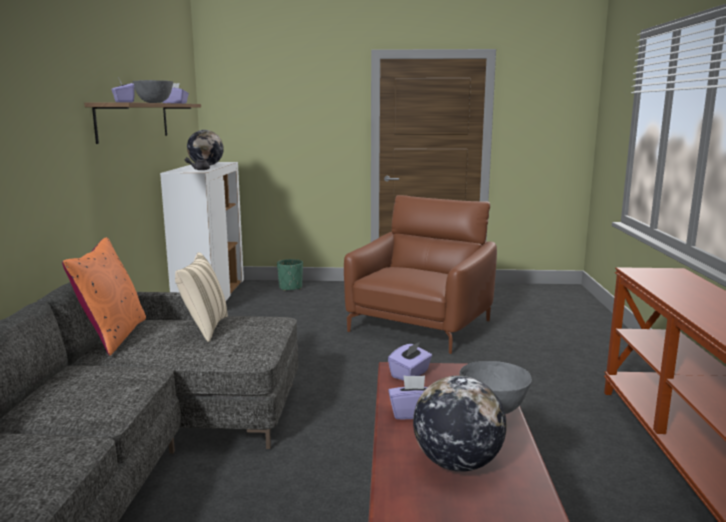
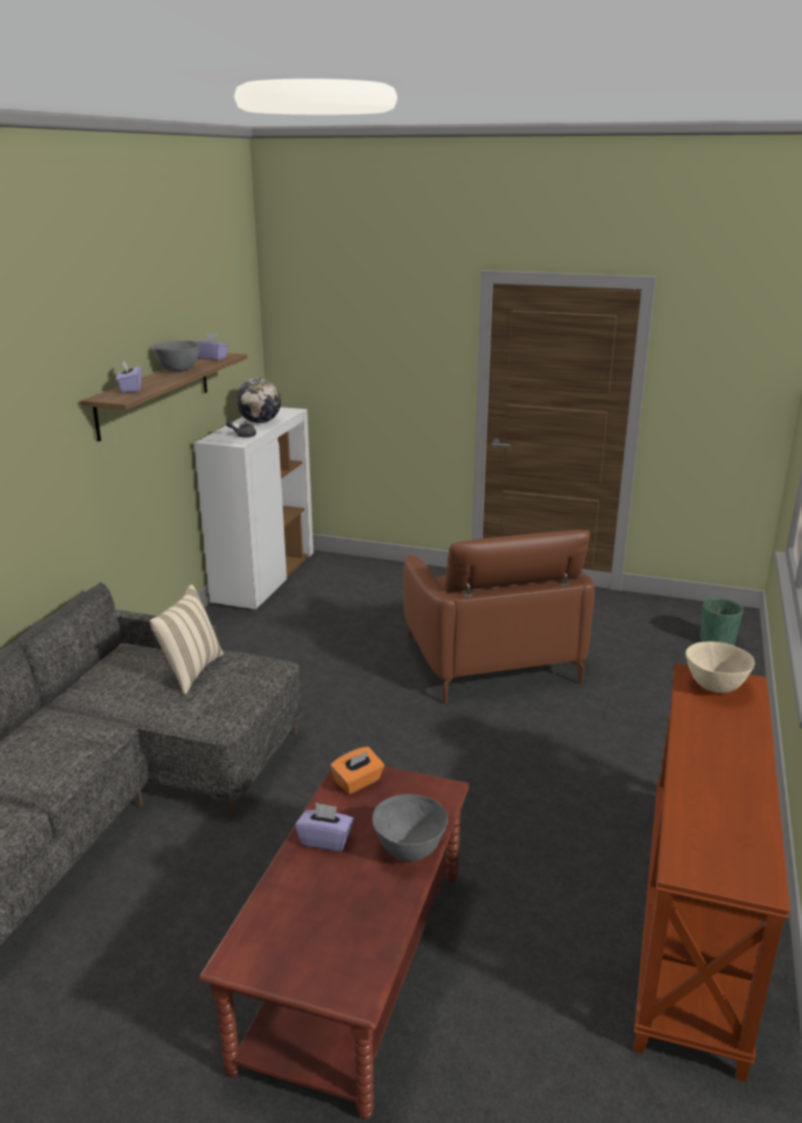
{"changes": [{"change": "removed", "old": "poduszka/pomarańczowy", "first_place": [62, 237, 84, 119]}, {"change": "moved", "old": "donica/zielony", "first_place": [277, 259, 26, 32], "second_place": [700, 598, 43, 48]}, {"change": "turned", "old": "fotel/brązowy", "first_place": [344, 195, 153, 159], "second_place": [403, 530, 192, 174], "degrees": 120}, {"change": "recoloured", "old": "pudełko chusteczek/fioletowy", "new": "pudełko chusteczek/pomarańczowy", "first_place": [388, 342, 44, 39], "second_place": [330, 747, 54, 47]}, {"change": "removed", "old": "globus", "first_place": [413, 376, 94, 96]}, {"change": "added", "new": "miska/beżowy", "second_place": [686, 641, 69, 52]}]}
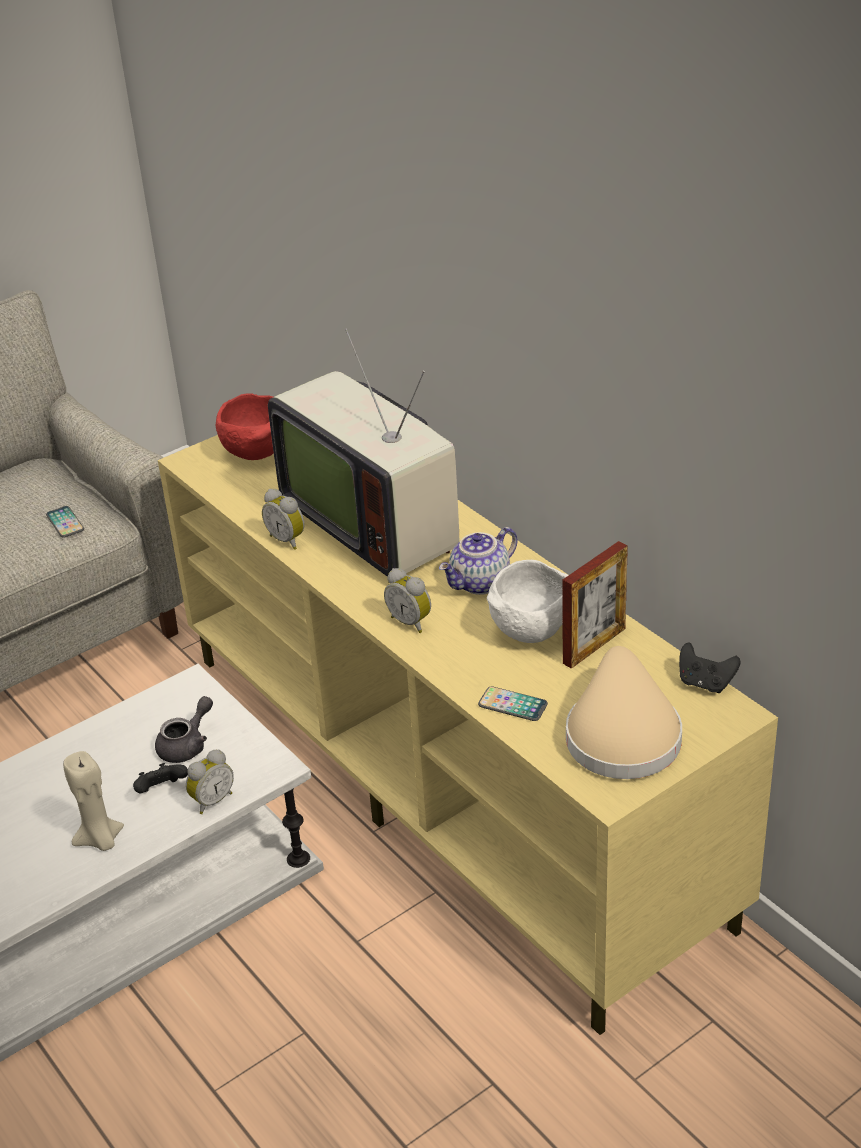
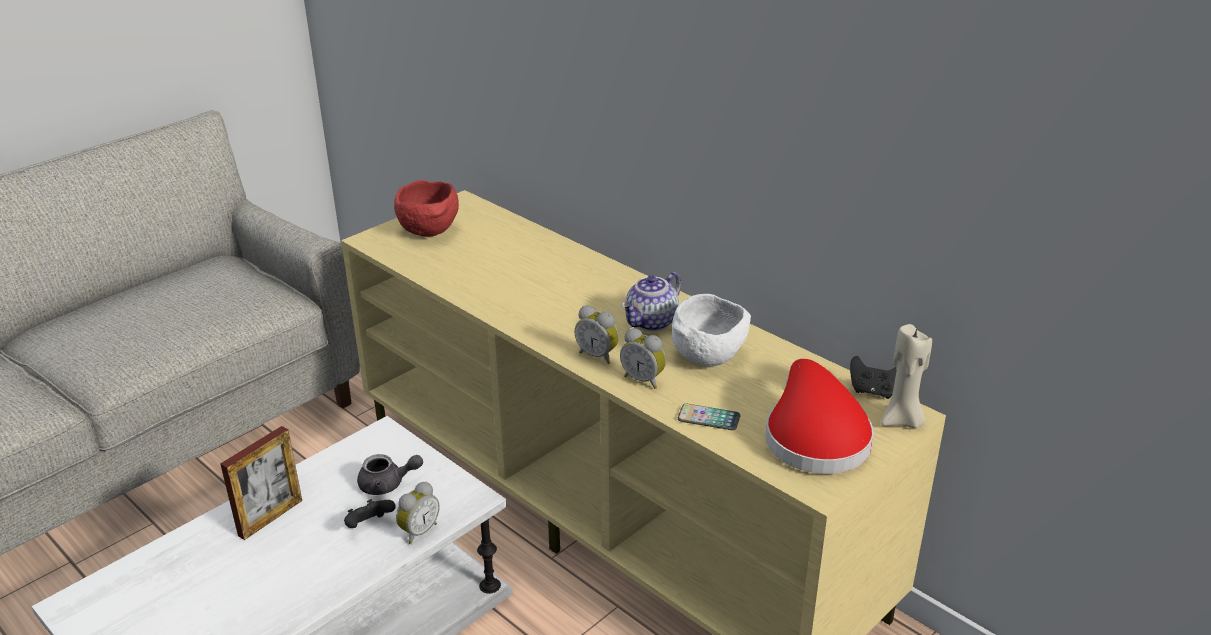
{"changes": [{"change": "removed", "old": "telefon", "first_place": [46, 506, 38, 32]}, {"change": "moved", "old": "świeca/beżowy", "first_place": [63, 751, 61, 100], "second_place": [881, 324, 51, 104]}, {"change": "turned", "old": "imbryk/szary", "first_place": [155, 696, 58, 67], "second_place": [357, 454, 66, 41], "degrees": 60}, {"change": "moved", "old": "budzik", "first_place": [262, 489, 43, 61], "second_place": [620, 328, 46, 61]}, {"change": "removed", "old": "telewizor", "first_place": [268, 328, 191, 249]}, {"change": "moved", "old": "ramka na zdjęcie", "first_place": [562, 541, 66, 128], "second_place": [220, 426, 82, 114]}, {"change": "recoloured", "old": "kapelusz/beżowy", "new": "kapelusz/czerwony", "first_place": [566, 646, 116, 133], "second_place": [765, 359, 109, 115]}]}
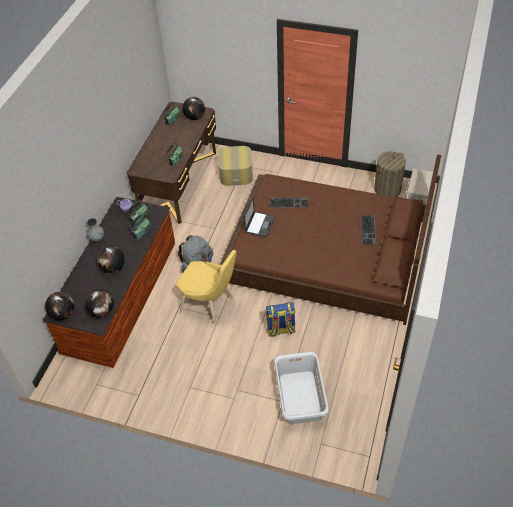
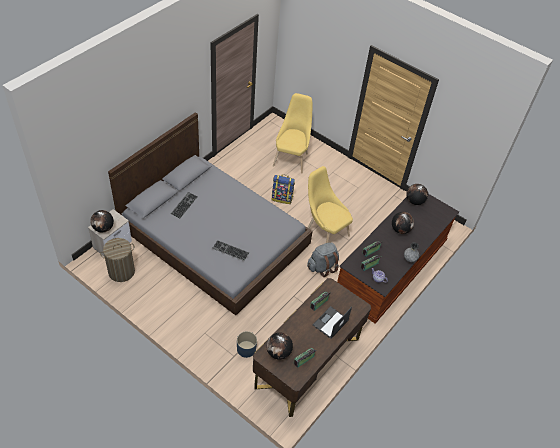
{"changes": [{"change": "moved", "old": "globus", "first_place": [45, 292, 29, 28], "second_place": [90, 210, 24, 23]}, {"change": "replaced", "old": "pufa", "new": "donica/niebieski", "first_place": [218, 146, 35, 40], "second_place": [237, 331, 20, 27]}, {"change": "recoloured", "old": "łóżko/brązowy", "new": "łóżko/szary", "first_place": [220, 154, 221, 171], "second_place": [108, 112, 205, 203]}, {"change": "moved", "old": "laptop", "first_place": [244, 196, 31, 41], "second_place": [313, 306, 39, 33]}, {"change": "replaced", "old": "kosz na pranie/szary", "new": "krzesło/żółty", "first_place": [274, 352, 55, 72], "second_place": [273, 93, 40, 80]}]}
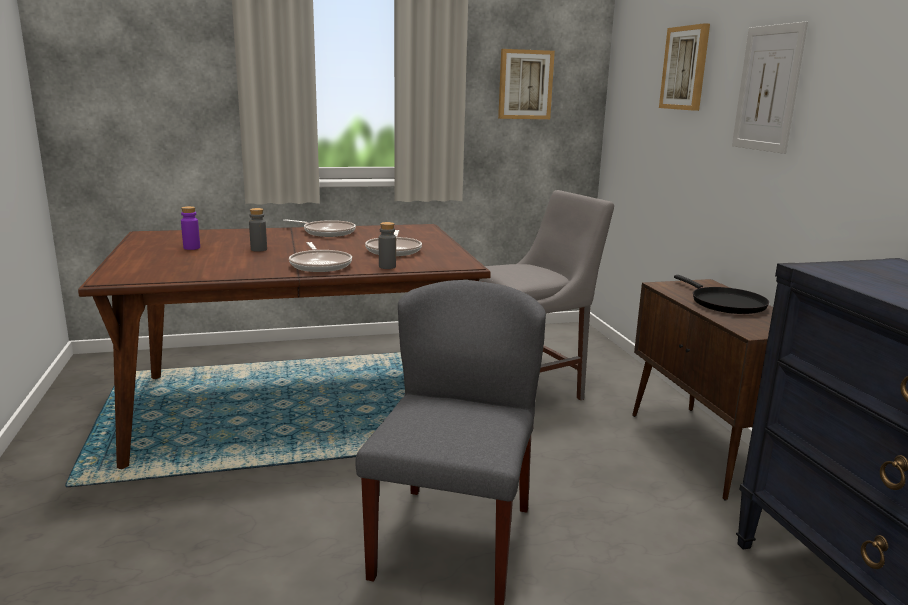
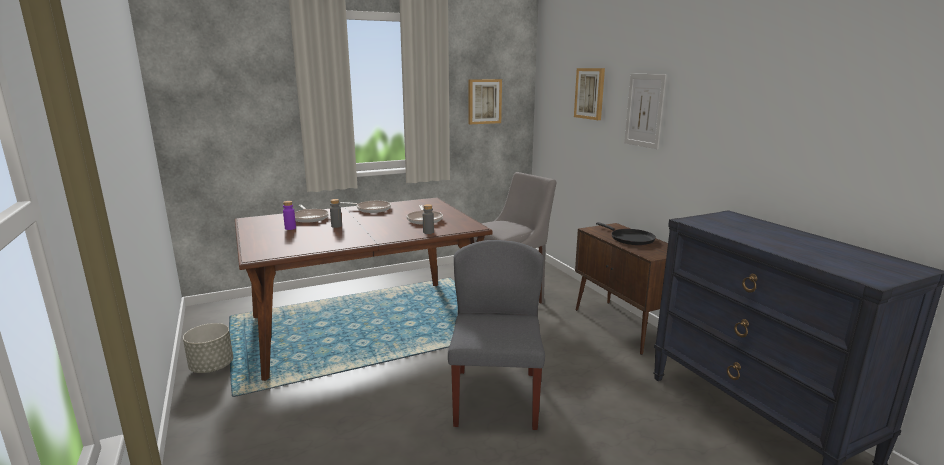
{"changes": [{"change": "moved", "old": "patelnia", "first_place": [289, 242, 63, 30], "second_place": [295, 205, 34, 18]}, {"change": "added", "new": "donica/szary", "second_place": [183, 323, 50, 50]}]}
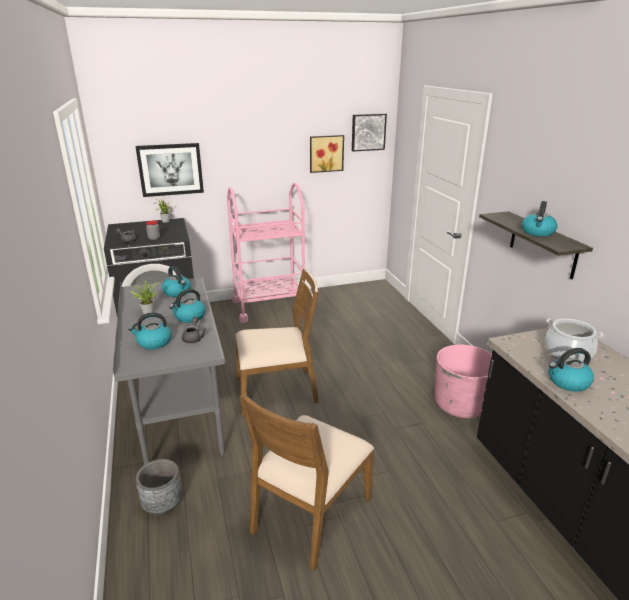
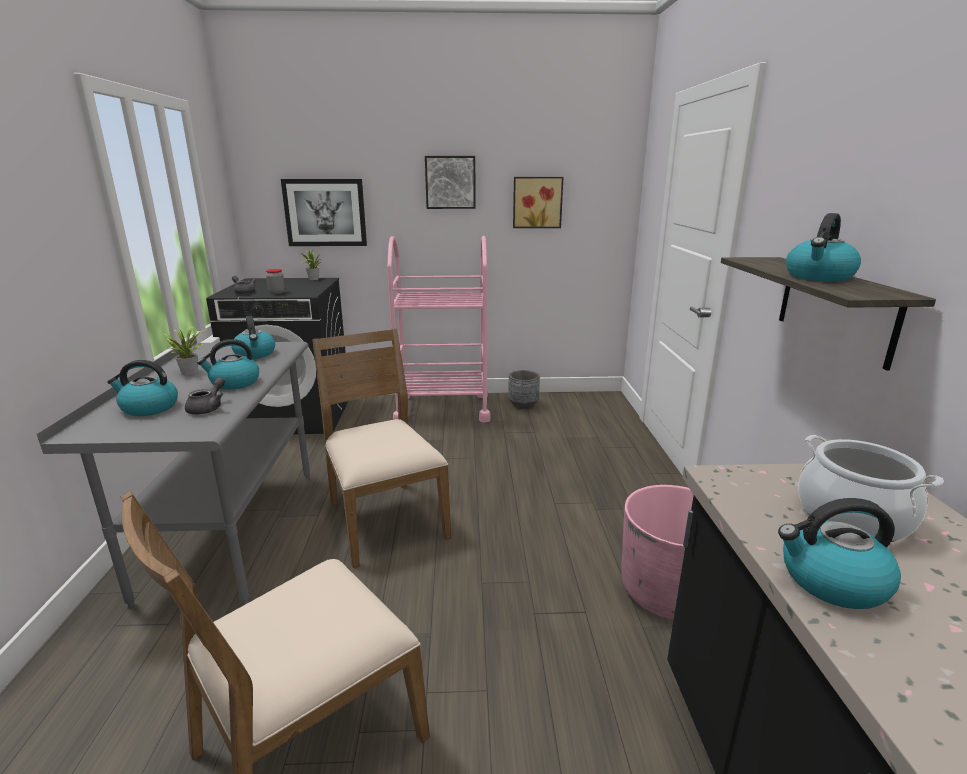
{"changes": [{"change": "moved", "old": "donica/szary", "first_place": [136, 459, 46, 57], "second_place": [508, 370, 32, 39]}, {"change": "turned", "old": "krzesło/brązowy", "first_place": [235, 268, 84, 148], "second_place": [312, 328, 139, 240], "degrees": -120}, {"change": "moved", "old": "obraz", "first_place": [352, 113, 35, 39], "second_place": [425, 156, 51, 53]}]}
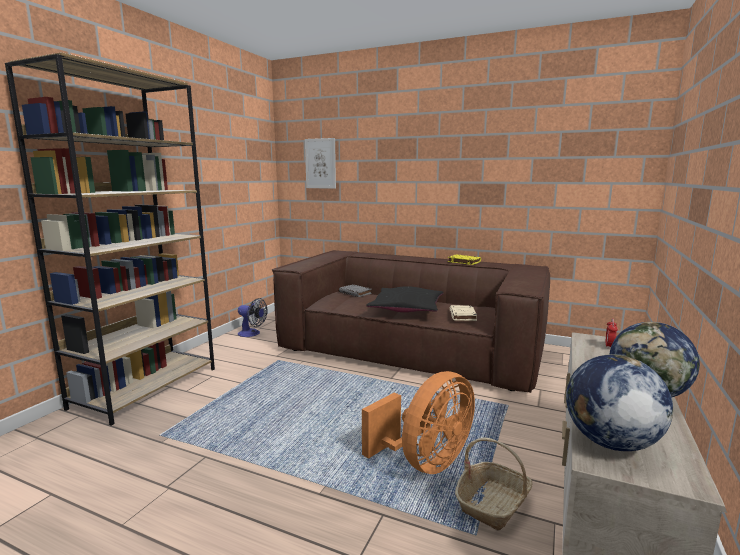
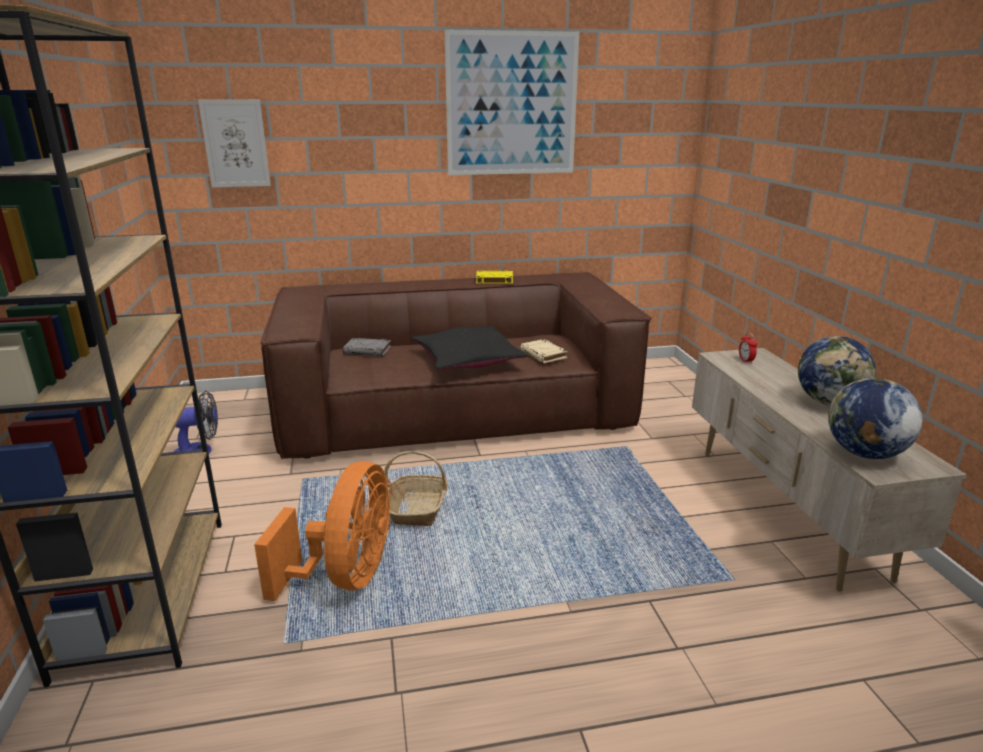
{"changes": [{"change": "moved", "old": "wentylator/pomarańczowy", "first_place": [362, 371, 113, 103], "second_place": [254, 461, 137, 140]}, {"change": "moved", "old": "koszyk", "first_place": [455, 437, 77, 94], "second_place": [384, 451, 64, 75]}, {"change": "added", "new": "obraz", "second_place": [445, 30, 134, 145]}]}
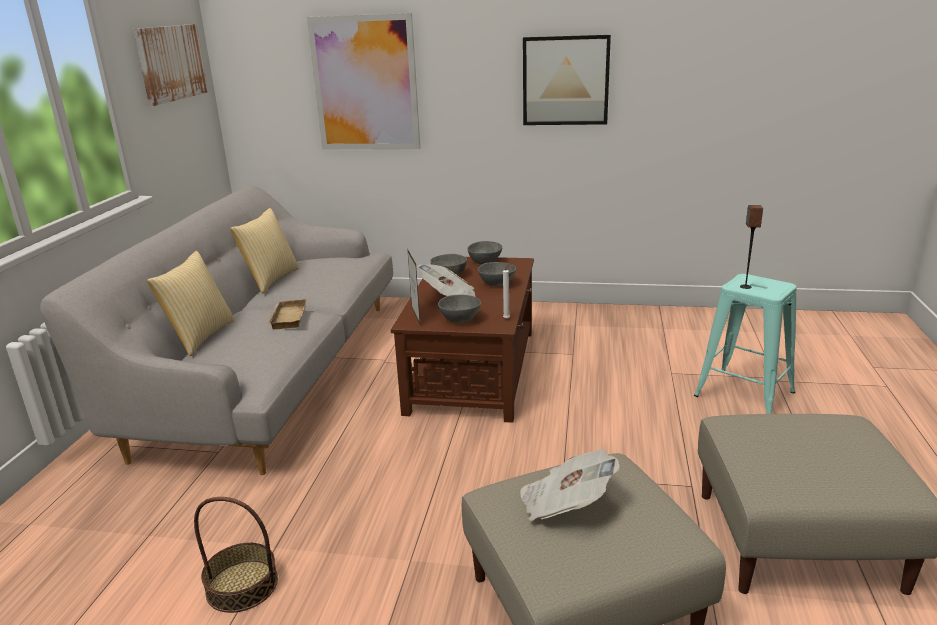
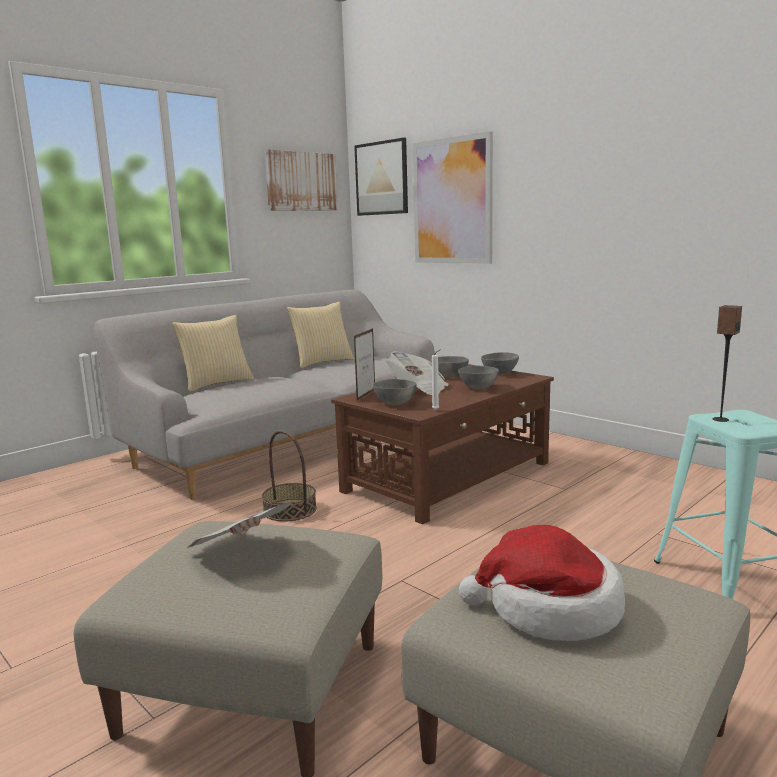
{"changes": [{"change": "moved", "old": "koszyk", "first_place": [194, 497, 84, 116], "second_place": [262, 430, 55, 92]}, {"change": "removed", "old": "taca/beżowy", "first_place": [268, 299, 39, 30]}, {"change": "moved", "old": "obraz", "first_place": [523, 35, 88, 90], "second_place": [354, 137, 54, 79]}, {"change": "added", "new": "kapelusz", "second_place": [459, 525, 166, 116]}]}
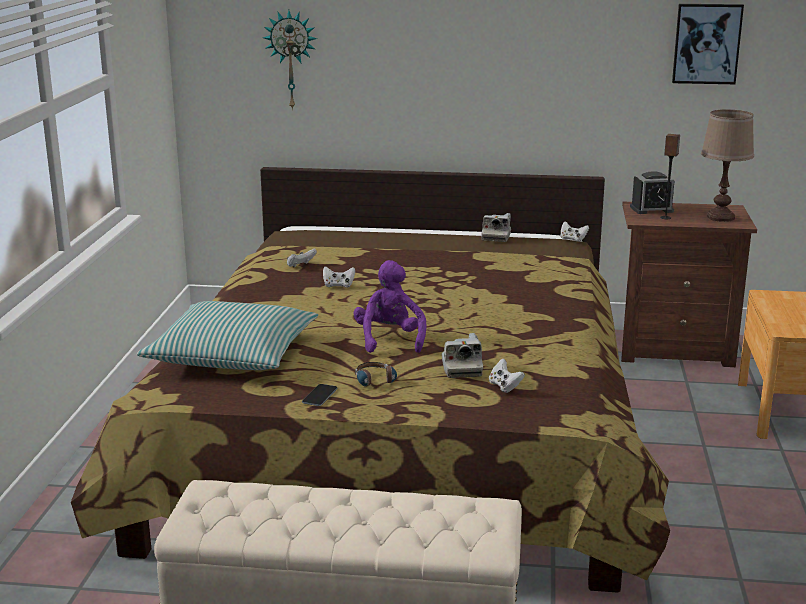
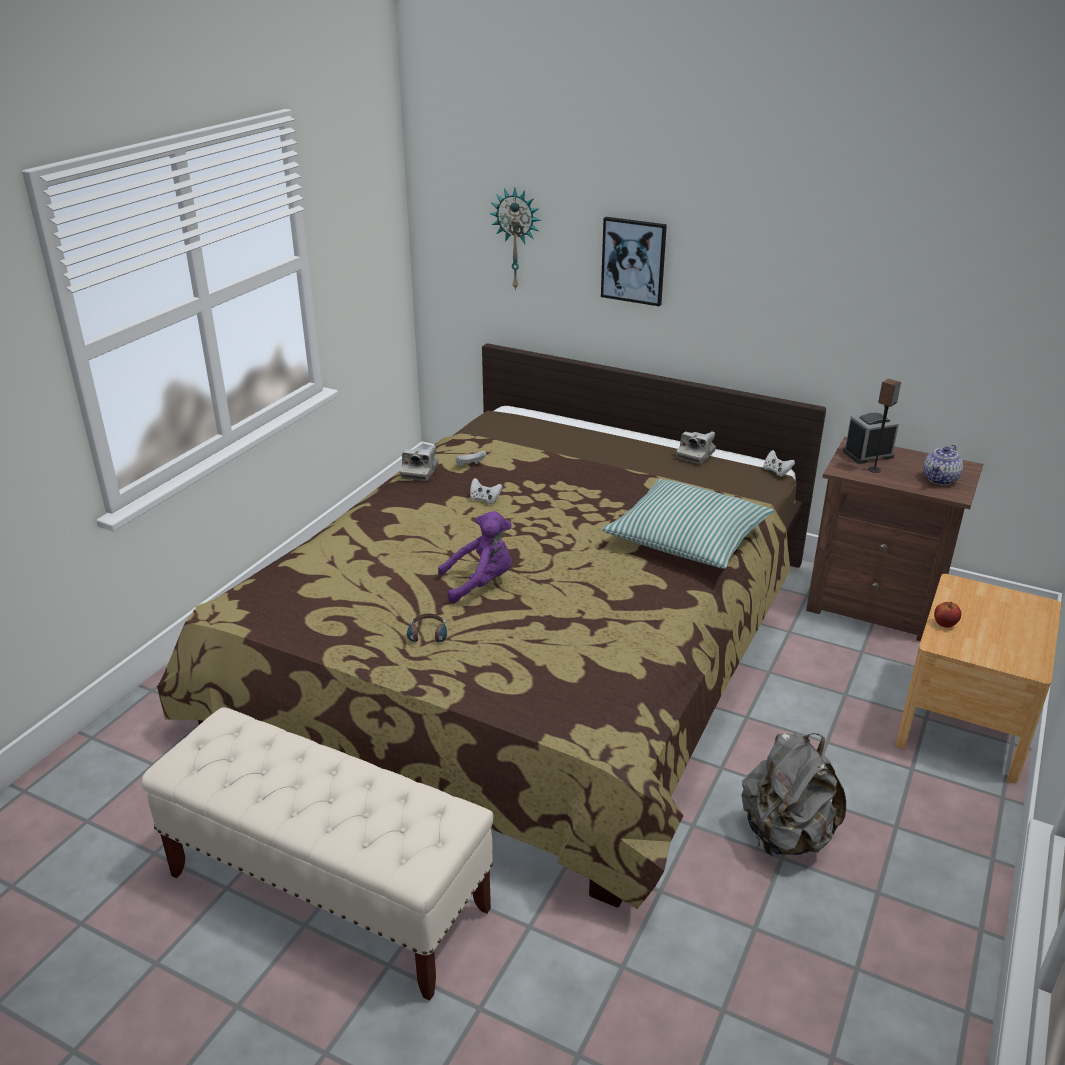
{"changes": [{"change": "moved", "old": "poduszka", "first_place": [137, 301, 181, 69], "second_place": [602, 479, 172, 90]}, {"change": "removed", "old": "telefon", "first_place": [302, 384, 35, 22]}, {"change": "turned", "old": "pluszak/fioletowy", "first_place": [354, 260, 73, 93], "second_place": [438, 511, 74, 92], "degrees": 60}, {"change": "moved", "old": "aparat fotograficzny", "first_place": [442, 333, 41, 45], "second_place": [400, 445, 39, 36]}, {"change": "removed", "old": "pad do gier/biały", "first_place": [489, 359, 36, 34]}, {"change": "turned", "old": "budzik", "first_place": [630, 171, 45, 43], "second_place": [843, 412, 56, 52], "degrees": 150}, {"change": "moved", "old": "obraz", "first_place": [672, 4, 72, 80], "second_place": [601, 217, 66, 89]}, {"change": "replaced", "old": "lampa stołowa/brązowy", "new": "imbryk", "first_place": [701, 110, 53, 112], "second_place": [923, 445, 40, 40]}, {"change": "added", "new": "plecak/szary", "second_place": [742, 732, 104, 125]}, {"change": "added", "new": "jabłko", "second_place": [934, 602, 27, 26]}]}
